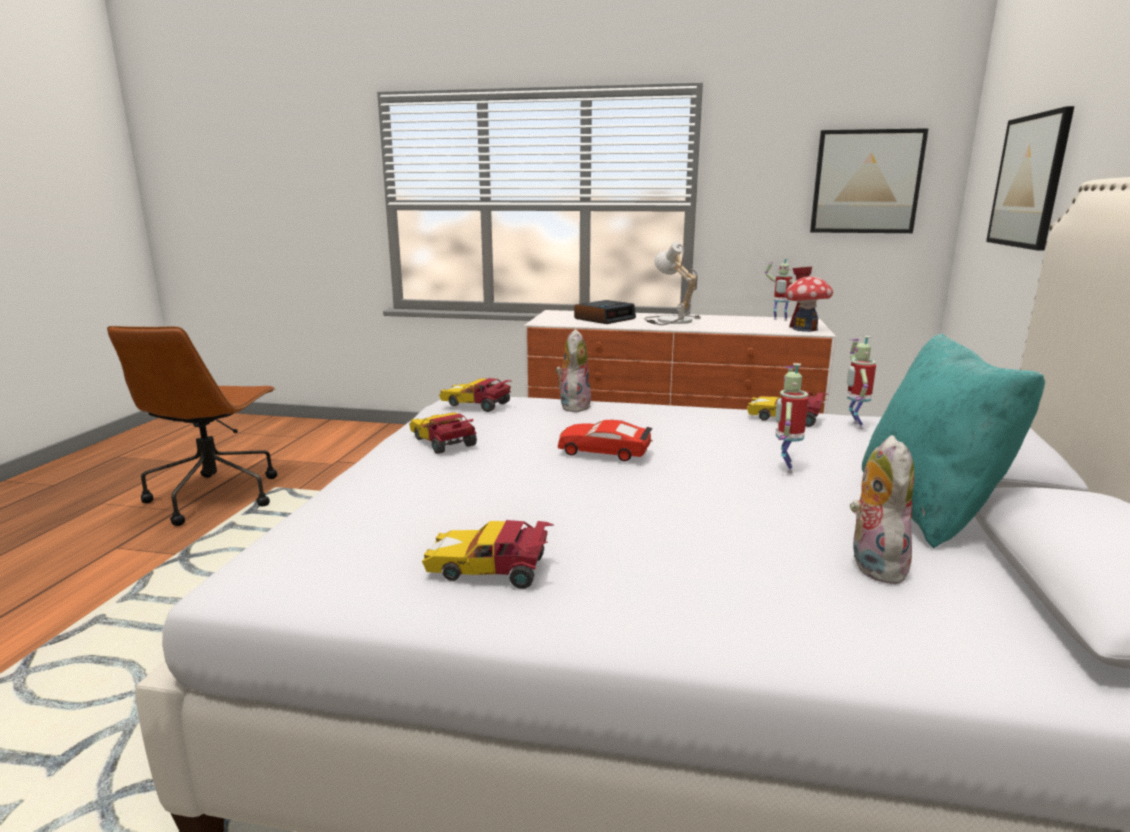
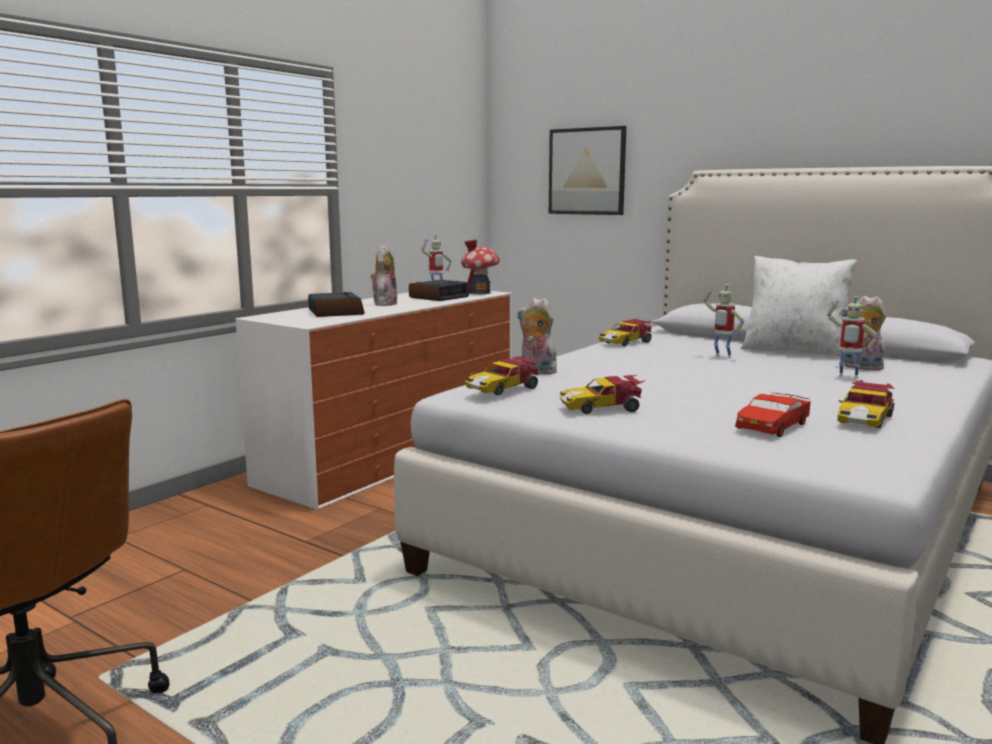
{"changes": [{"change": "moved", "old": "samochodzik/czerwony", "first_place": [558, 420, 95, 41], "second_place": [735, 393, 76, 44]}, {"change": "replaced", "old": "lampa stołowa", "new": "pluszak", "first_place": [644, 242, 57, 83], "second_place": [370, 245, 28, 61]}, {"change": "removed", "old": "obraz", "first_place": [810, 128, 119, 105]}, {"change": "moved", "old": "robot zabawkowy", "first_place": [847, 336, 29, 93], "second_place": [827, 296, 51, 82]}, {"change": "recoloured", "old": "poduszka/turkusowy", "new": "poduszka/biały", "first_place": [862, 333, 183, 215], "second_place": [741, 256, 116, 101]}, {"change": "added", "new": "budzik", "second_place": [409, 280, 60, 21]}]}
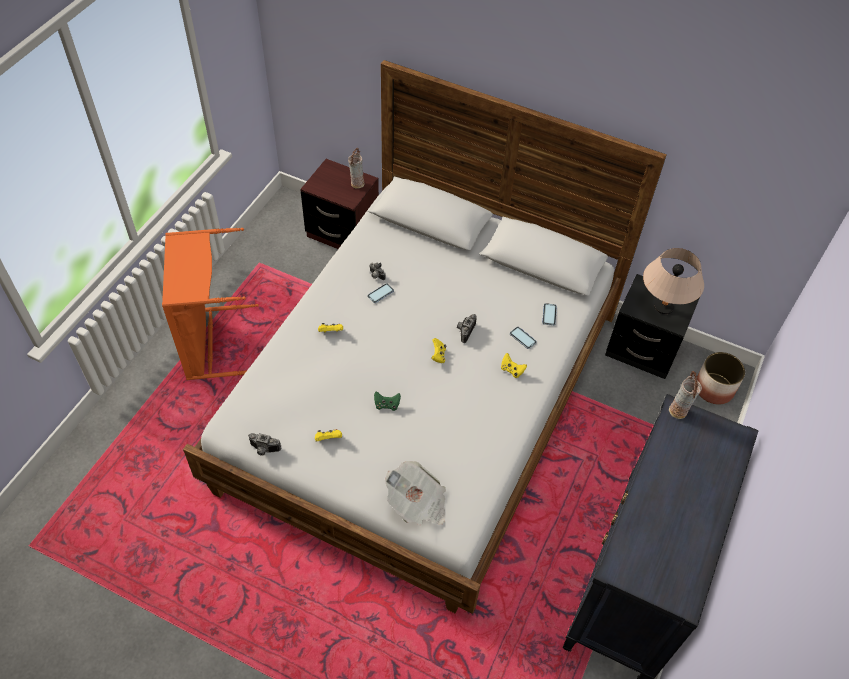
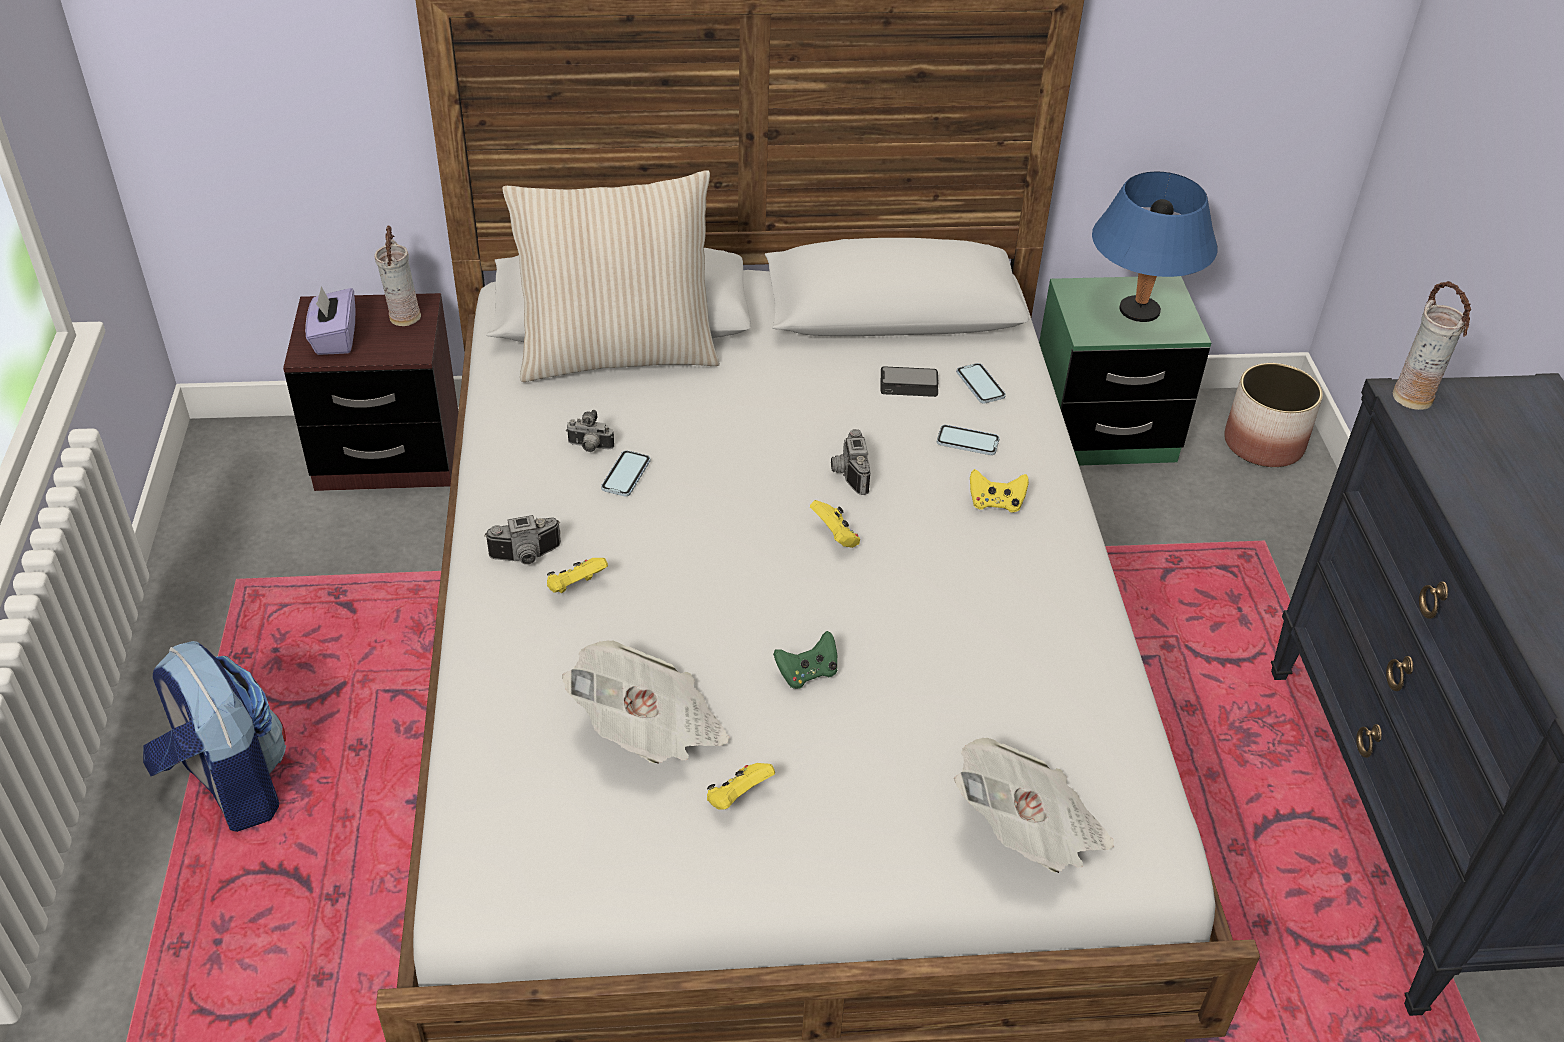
{"changes": [{"change": "replaced", "old": "kosz na pranie/pomarańczowy", "new": "plecak", "first_place": [162, 228, 97, 152], "second_place": [143, 641, 143, 191]}, {"change": "moved", "old": "aparat fotograficzny", "first_place": [248, 433, 34, 23], "second_place": [484, 515, 77, 50]}, {"change": "recoloured", "old": "szafka nocna/czarny", "new": "szafka nocna/zielony", "first_place": [605, 274, 95, 105], "second_place": [1039, 276, 172, 190]}, {"change": "recoloured", "old": "lampa stołowa/beżowy", "new": "lampa stołowa/niebieski", "first_place": [643, 248, 61, 66], "second_place": [1092, 172, 126, 150]}, {"change": "added", "new": "pudełko chusteczek/fioletowy", "second_place": [305, 286, 50, 69]}, {"change": "added", "new": "poduszka/beżowy", "second_place": [502, 170, 218, 212]}, {"change": "added", "new": "gazeta", "second_place": [562, 640, 167, 124]}, {"change": "added", "new": "telefon", "second_place": [880, 366, 58, 31]}]}
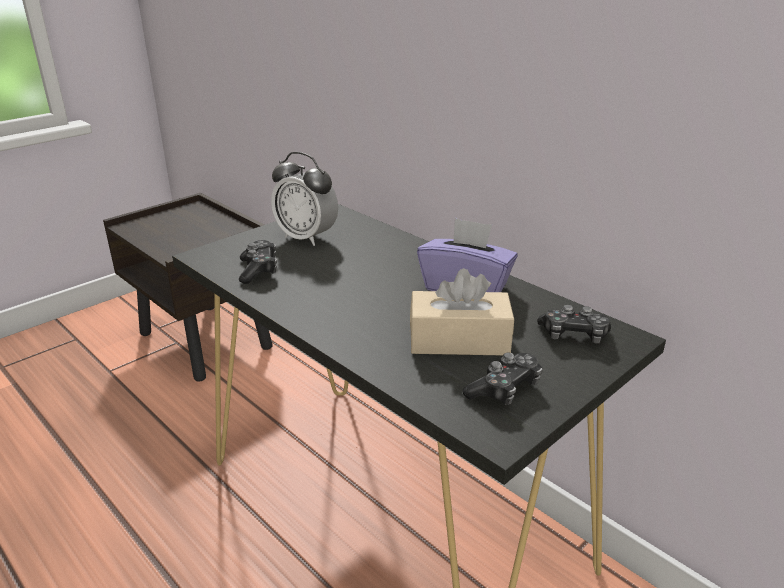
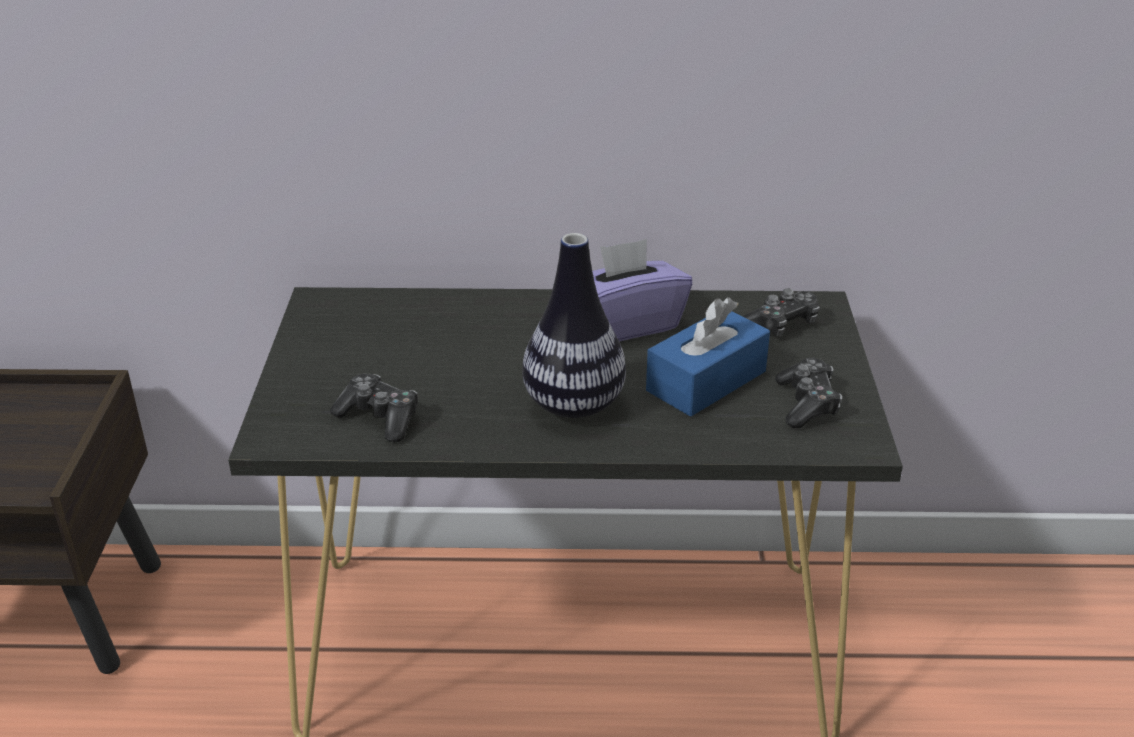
{"changes": [{"change": "removed", "old": "budzik", "first_place": [271, 152, 67, 94]}, {"change": "recoloured", "old": "pudełko chusteczek/beżowy", "new": "pudełko chusteczek/niebieski", "first_place": [410, 268, 104, 87], "second_place": [646, 297, 124, 120]}, {"change": "added", "new": "wazon", "second_place": [522, 233, 104, 185]}]}
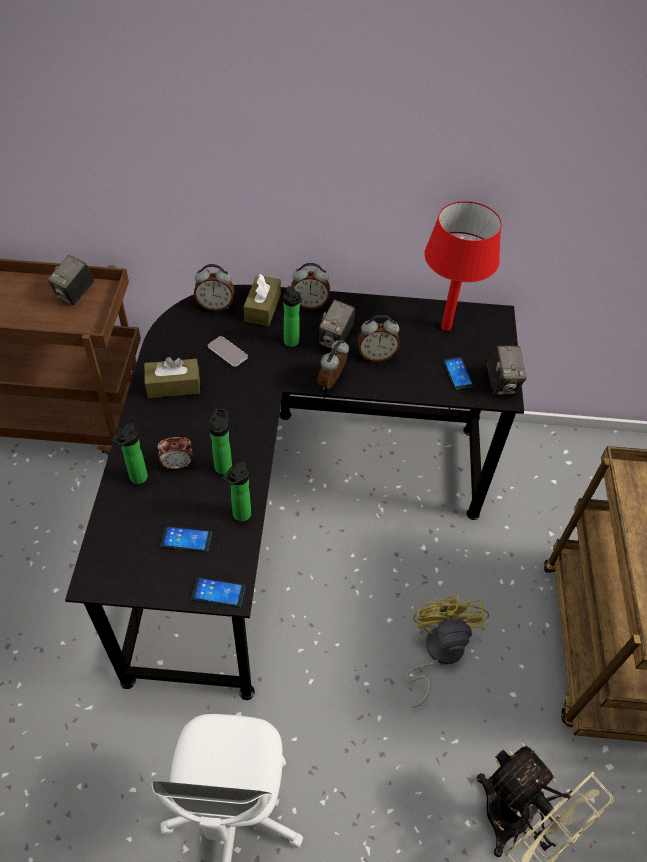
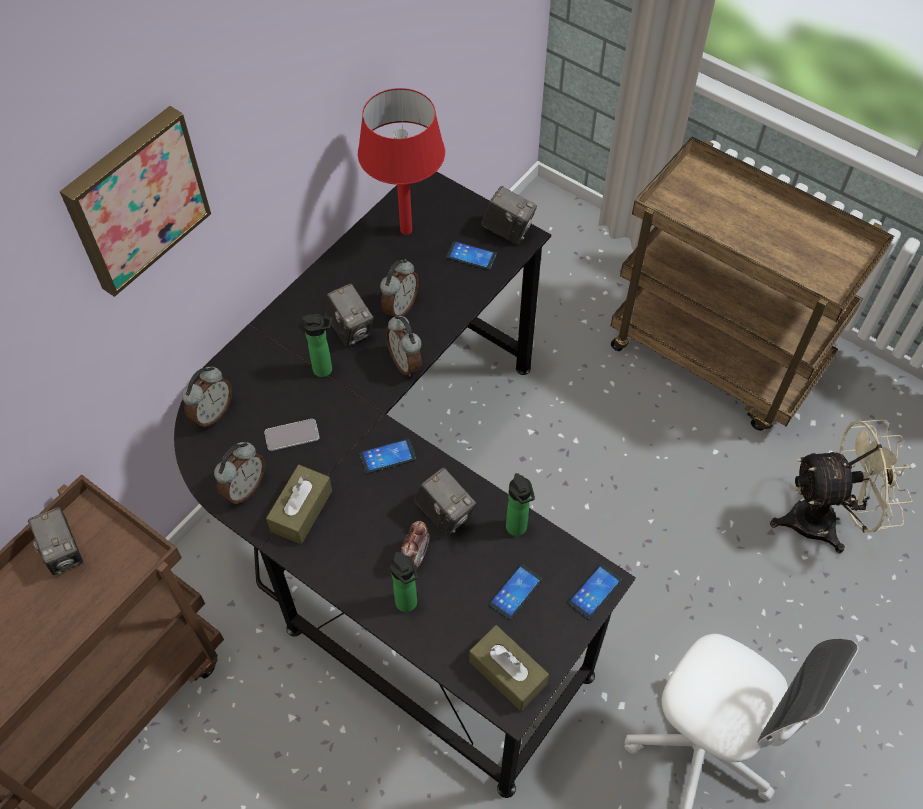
{"changes": [{"change": "replaced", "old": "butelka", "new": "aparat fotograficzny", "first_place": [209, 408, 23, 67], "second_place": [414, 468, 62, 68]}, {"change": "moved", "old": "pudełko chusteczek/brązowy", "first_place": [243, 274, 38, 52], "second_place": [469, 625, 80, 86]}, {"change": "moved", "old": "budzik", "first_place": [291, 263, 39, 47], "second_place": [214, 442, 51, 62]}, {"change": "removed", "old": "wentylator/żółty", "first_place": [405, 595, 84, 113]}, {"change": "added", "new": "obraz", "second_place": [60, 106, 151, 191]}, {"change": "added", "new": "telefon", "second_place": [359, 439, 57, 35]}]}
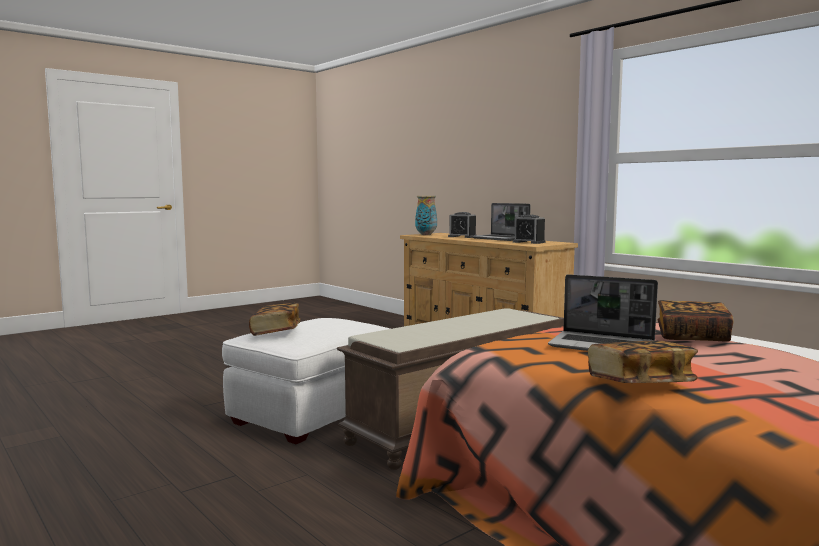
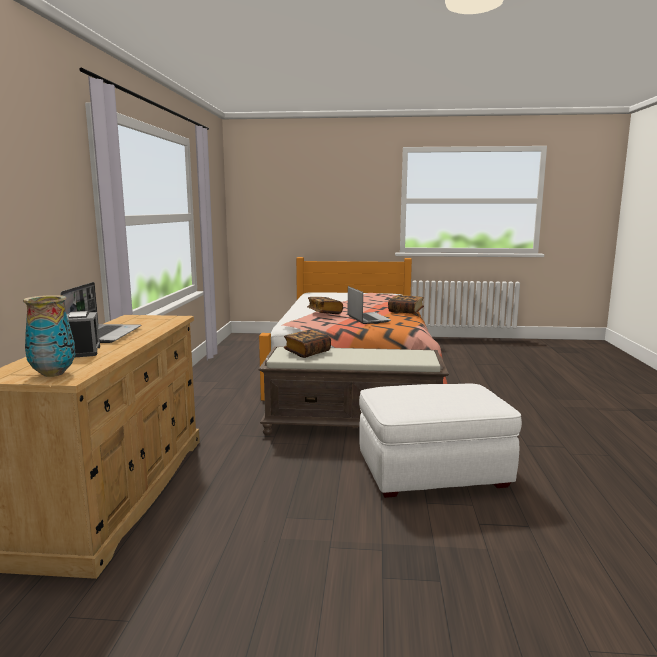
{"changes": [{"change": "moved", "old": "książka", "first_place": [249, 303, 51, 33], "second_place": [284, 330, 47, 28]}, {"change": "removed", "old": "budzik", "first_place": [513, 215, 33, 29]}]}
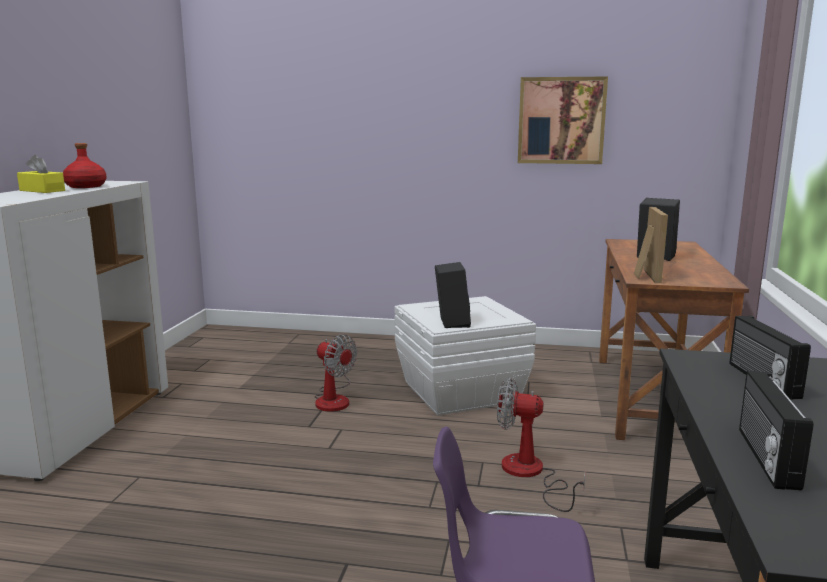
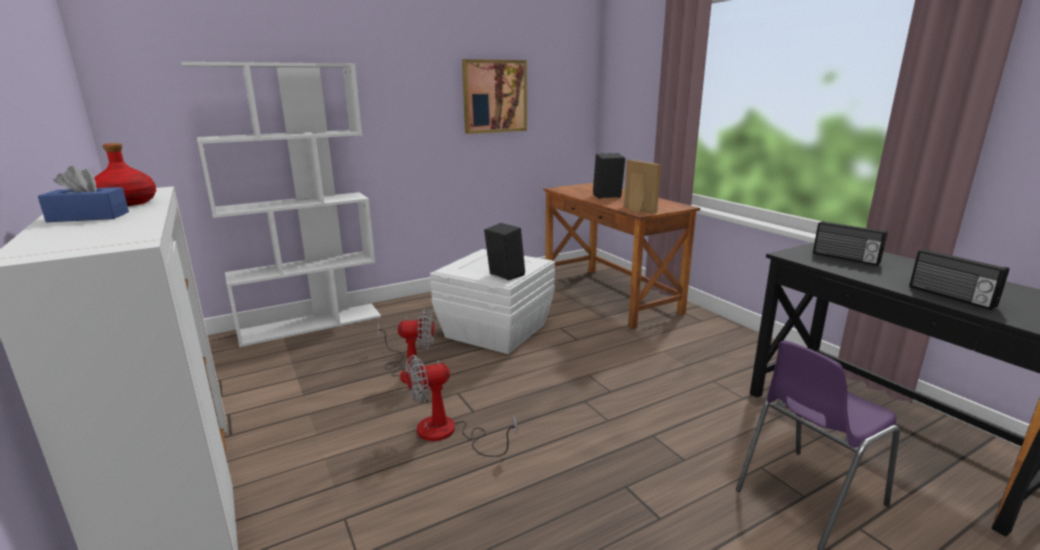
{"changes": [{"change": "recoloured", "old": "pudełko chusteczek/żółty", "new": "pudełko chusteczek/niebieski", "first_place": [17, 155, 48, 38], "second_place": [38, 166, 91, 56]}, {"change": "moved", "old": "wentylator", "first_place": [497, 378, 88, 134], "second_place": [405, 354, 112, 103]}, {"change": "added", "new": "regał/biały", "second_place": [181, 62, 200, 285]}]}
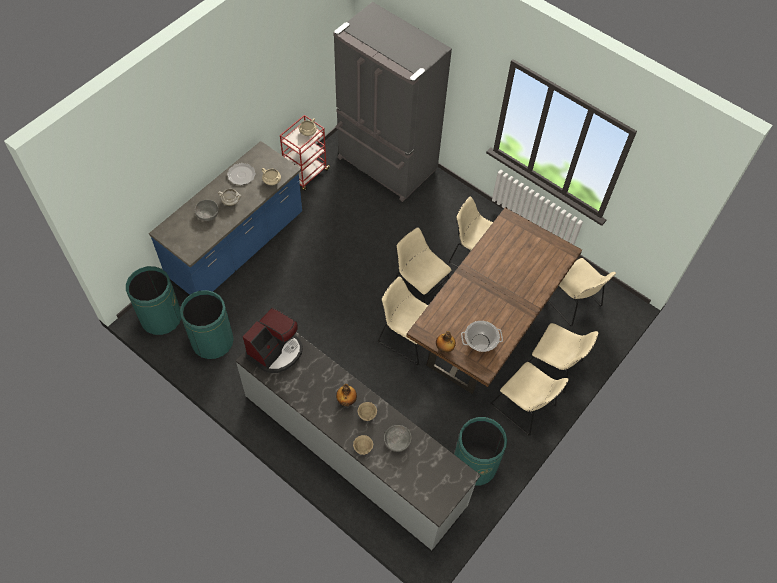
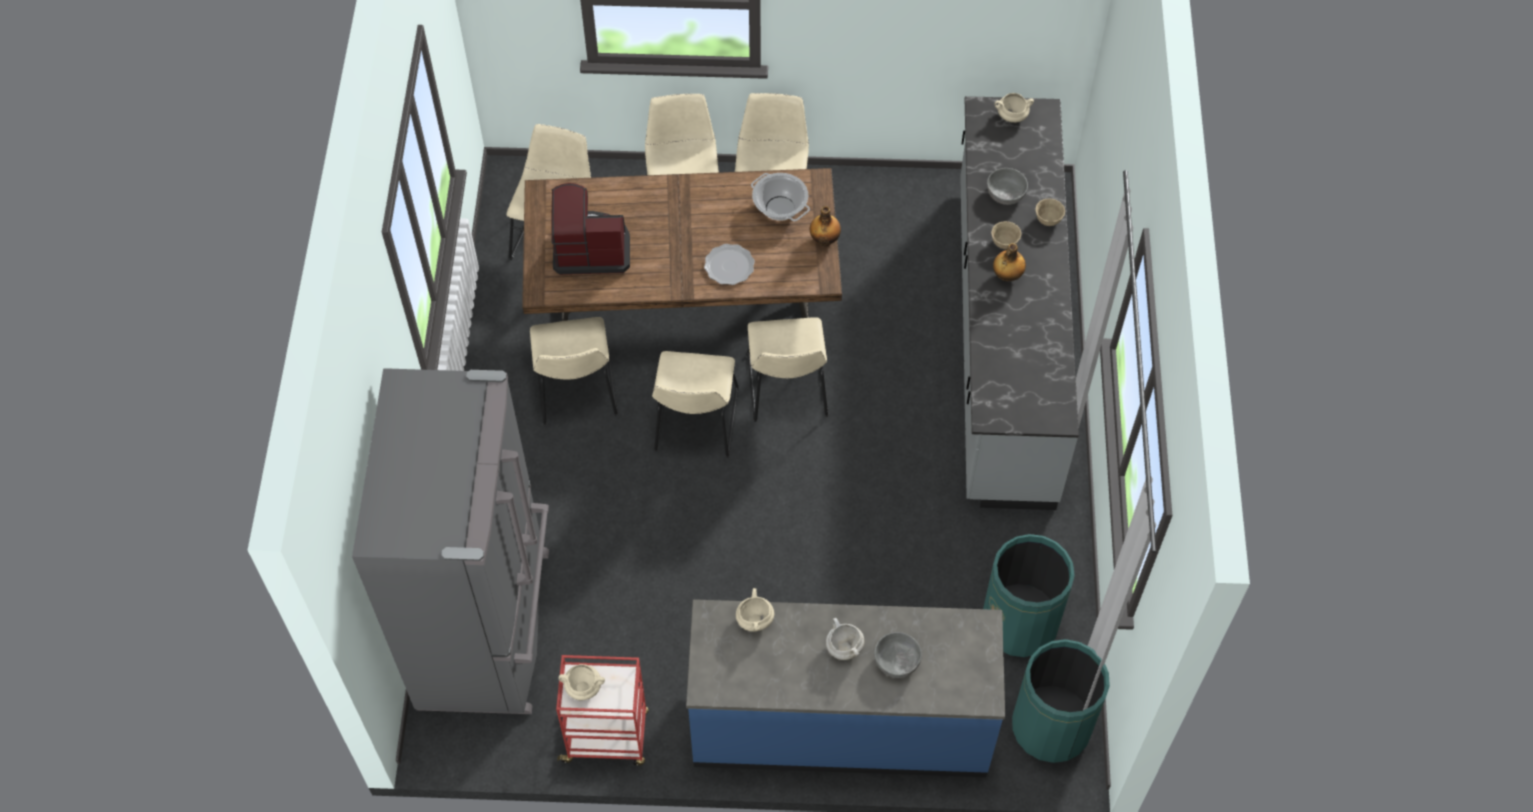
{"changes": [{"change": "moved", "old": "talerz", "first_place": [227, 163, 29, 22], "second_place": [704, 244, 51, 41]}, {"change": "moved", "old": "ekspres do kawy", "first_place": [243, 308, 60, 65], "second_place": [551, 183, 79, 92]}, {"change": "removed", "old": "kosz na śmieci/zielony", "first_place": [454, 417, 53, 69]}, {"change": "added", "new": "garnek/beżowy", "second_place": [994, 93, 40, 30]}]}
